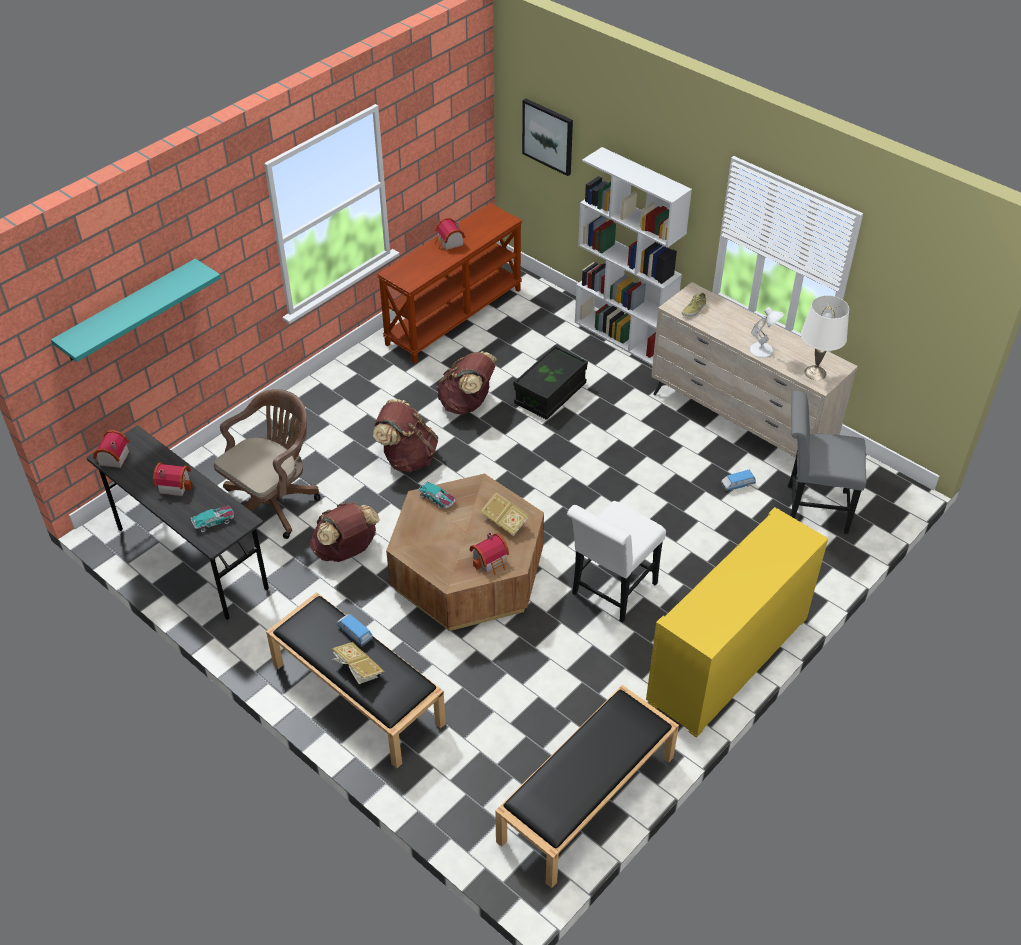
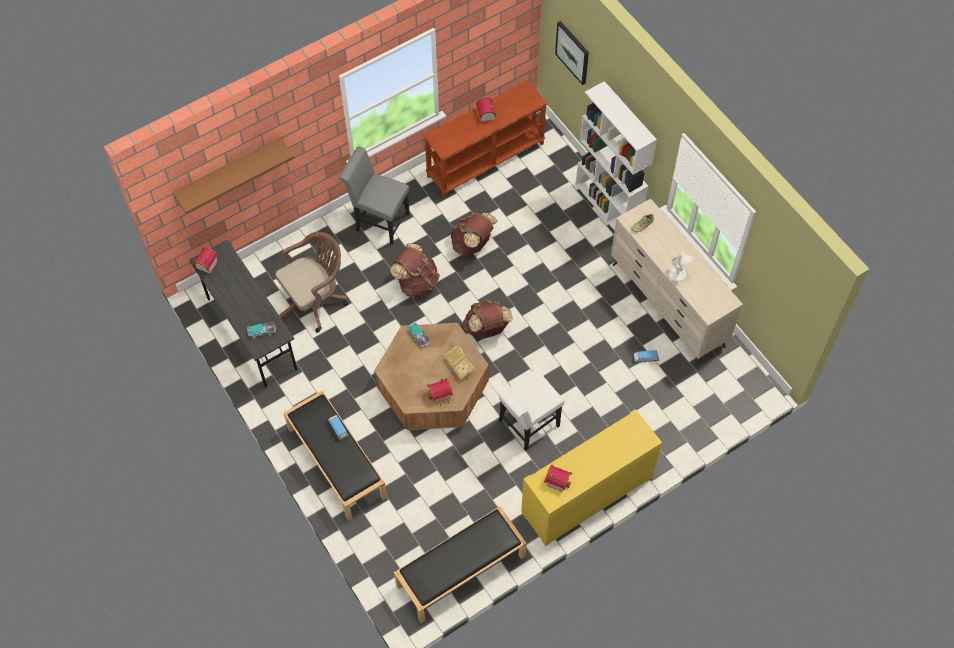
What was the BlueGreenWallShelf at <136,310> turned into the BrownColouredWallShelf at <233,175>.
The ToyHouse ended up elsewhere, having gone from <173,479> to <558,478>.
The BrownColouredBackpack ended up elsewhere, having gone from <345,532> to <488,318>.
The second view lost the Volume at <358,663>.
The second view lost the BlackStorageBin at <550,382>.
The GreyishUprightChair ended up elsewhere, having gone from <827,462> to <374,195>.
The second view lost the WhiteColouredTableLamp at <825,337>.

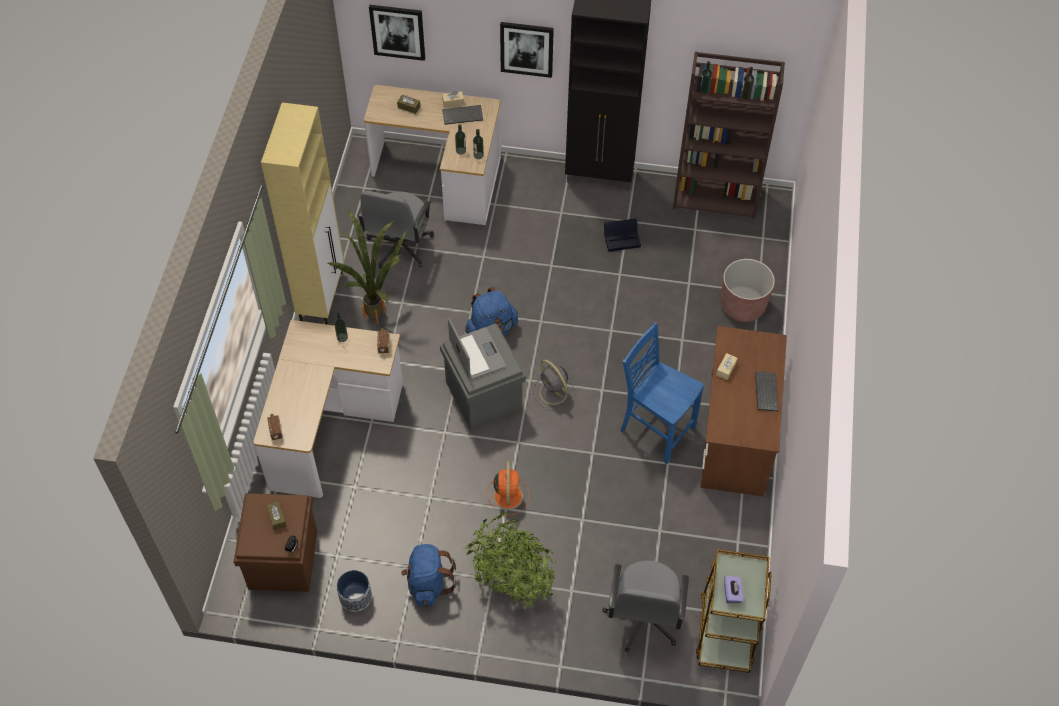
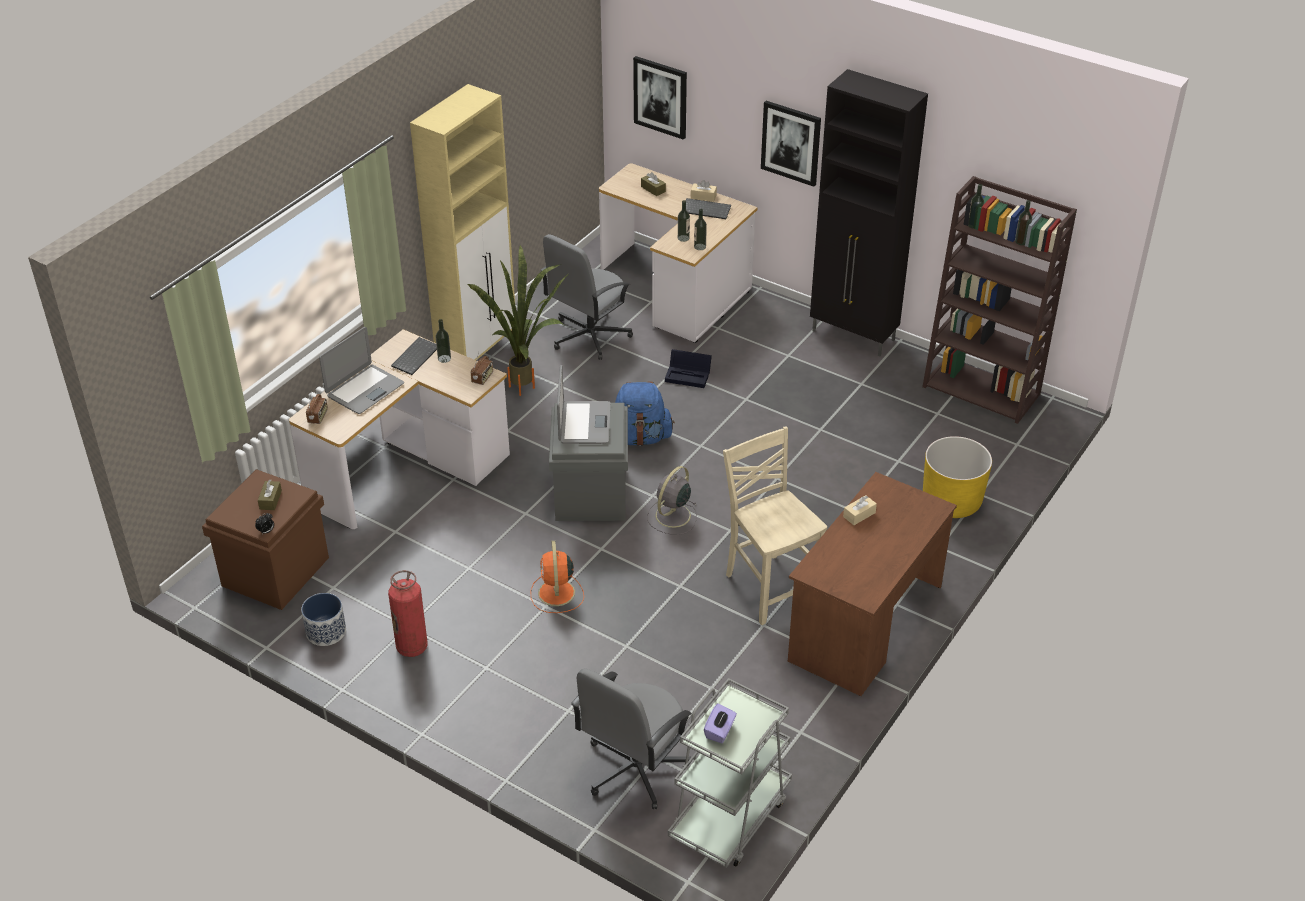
Where the BluishBackpack stood at <428,575>, the Extinguisher came to stand at <408,613>.
The second view lost the Houseplant at <510,561>.
The OrangeyCoolingFan at <508,489> ended up facing another way, 150 degrees clockwise from before.
The GreyishCoolingFan at <554,385> ended up facing another way, 45 degrees clockwise from before.
The BlackStorageBin ended up elsewhere, having gone from <622,235> to <688,368>.
What was the BluishUprightChair at <662,393> turned into the SandColouredUprightChair at <775,525>.
What was the BrownColouredCart at <733,611> turned into the GreyishCart at <730,773>.
What was the BrownColouredFlowerPot at <748,290> turned into the YellowColouredFlowerPot at <957,477>.
The Keyboard ended up elsewhere, having gone from <767,391> to <414,356>.
The second view gained the Laptop at <361,370>.

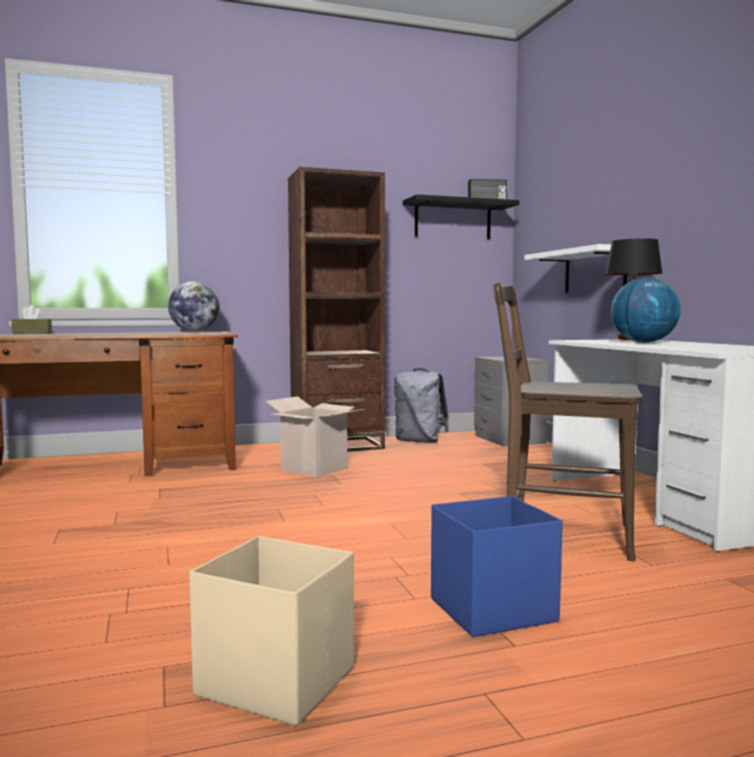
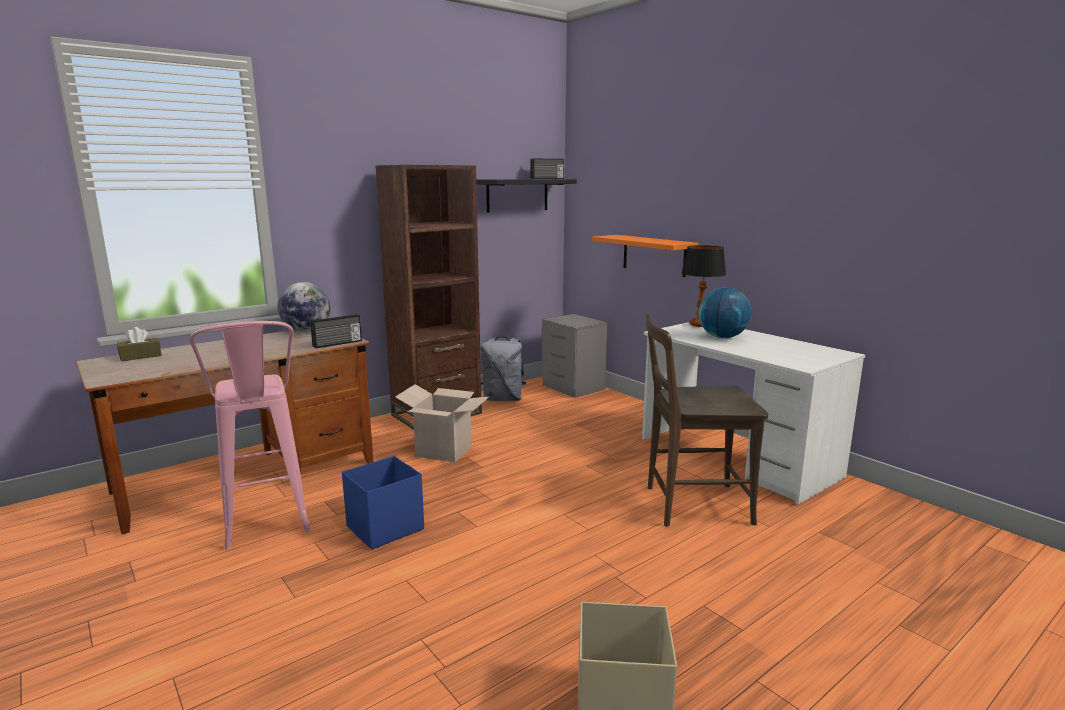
The BluishStorageBin ended up elsewhere, having gone from <497,566> to <383,503>.
What was the WhiteColouredWallShelf at <575,268> turned into the OrangeyWallShelf at <645,256>.
The second view gained the PinkStoolSeat at <250,435>.
The second view gained the Radio at <336,331>.

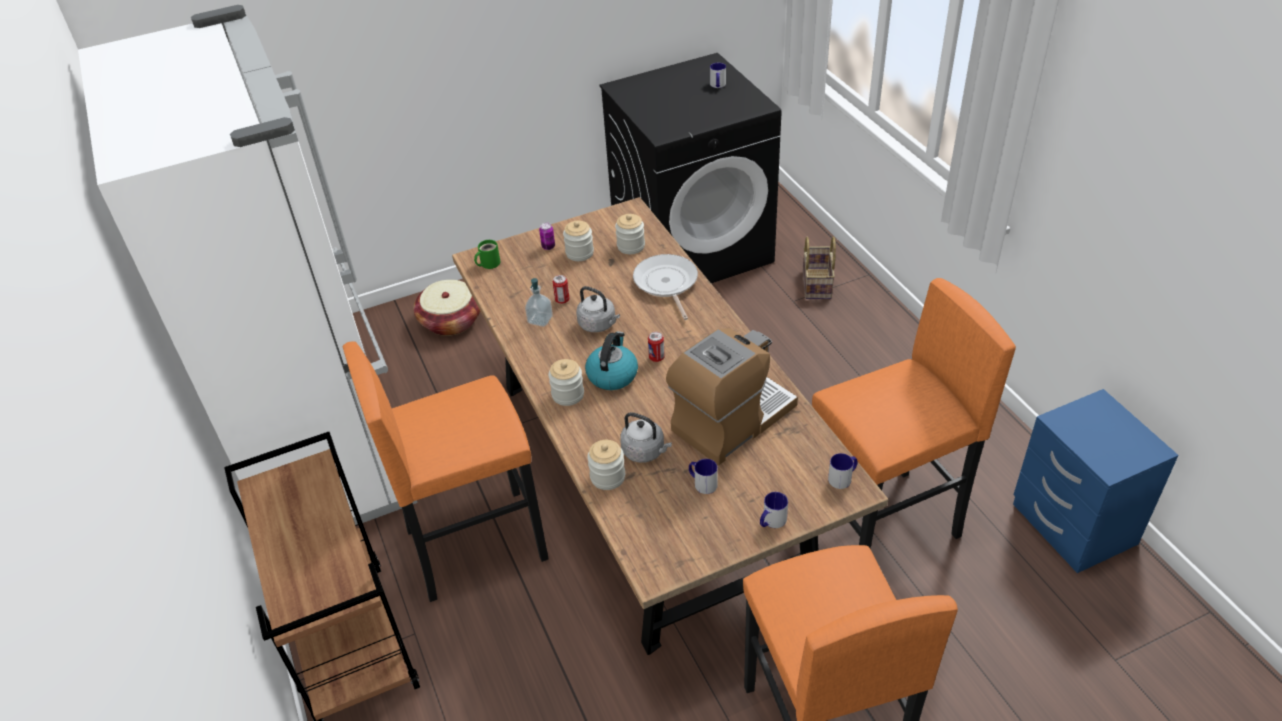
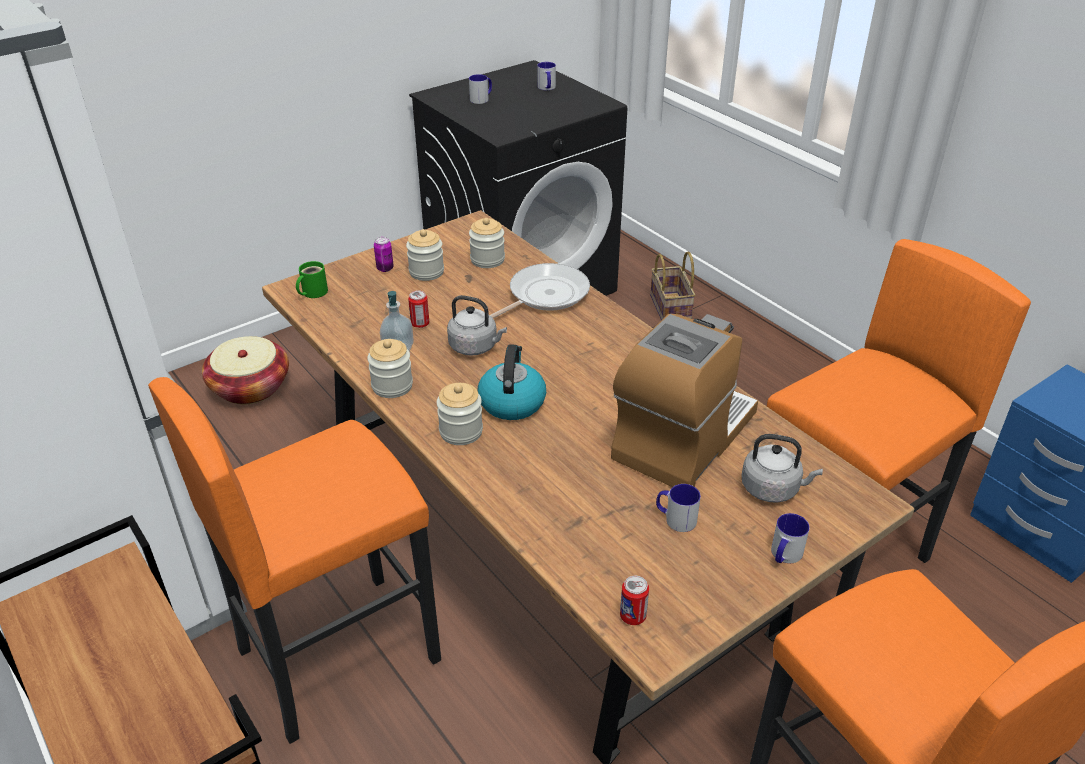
The Jar ended up elsewhere, having gone from <606,465> to <390,368>.
The GreyishTeaKettle ended up elsewhere, having gone from <646,437> to <782,468>.
The FryingPan at <665,287> ended up facing another way, 75 degrees clockwise from before.
The Can ended up elsewhere, having gone from <656,347> to <634,600>.
The CoffeeMug ended up elsewhere, having gone from <842,471> to <480,89>.

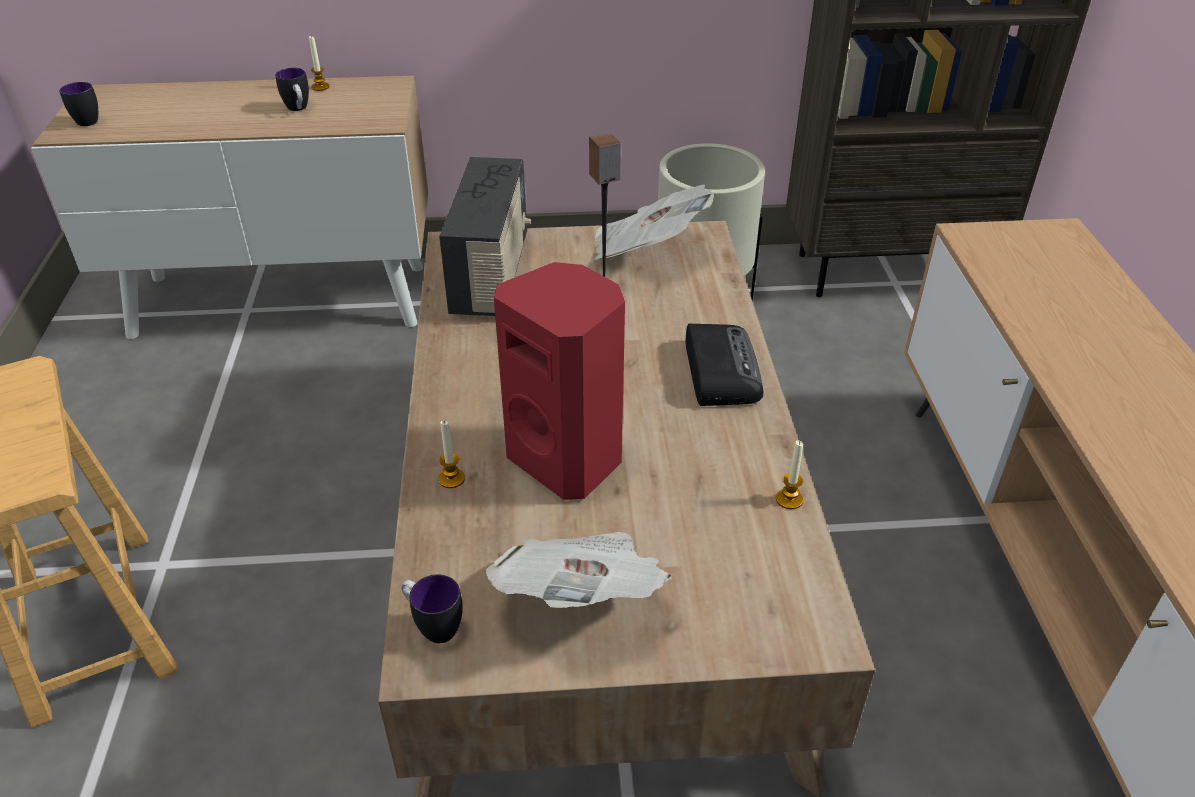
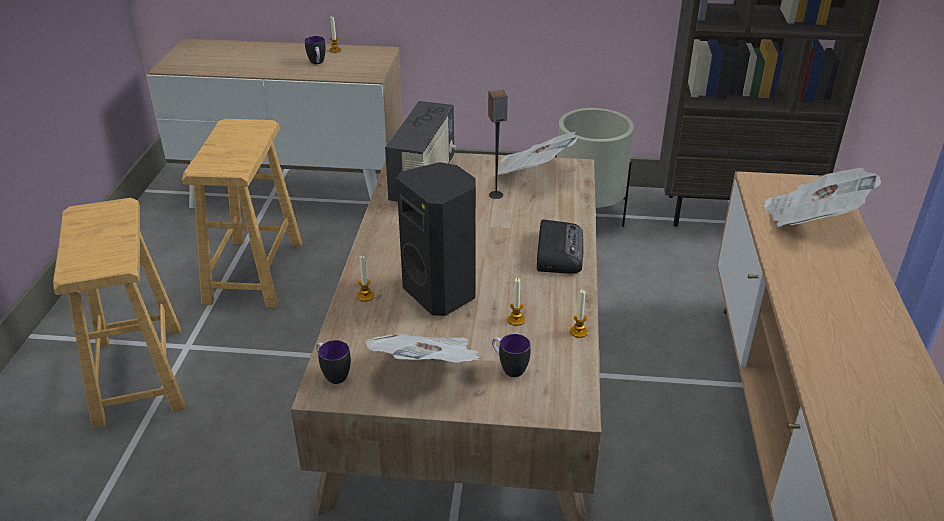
The CoffeeMug ended up elsewhere, having gone from <78,104> to <511,355>.
What was the ReddishSpeaker at <559,381> turned into the BlackSpeaker at <436,239>.
The second view gained the BrownColouredStoolSeat at <242,213>.
The second view gained the Candle at <516,302>.
The second view gained the PrintedPaper at <822,197>.

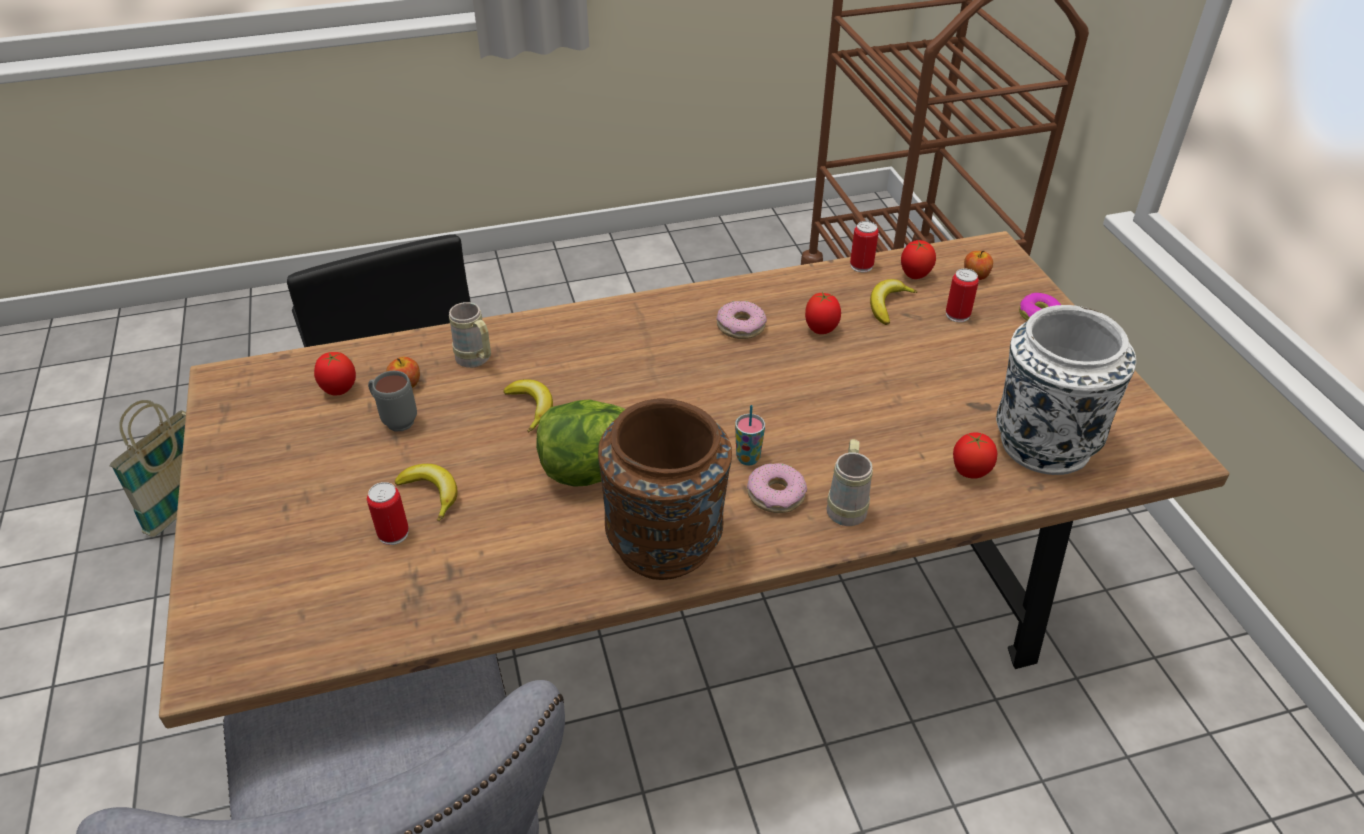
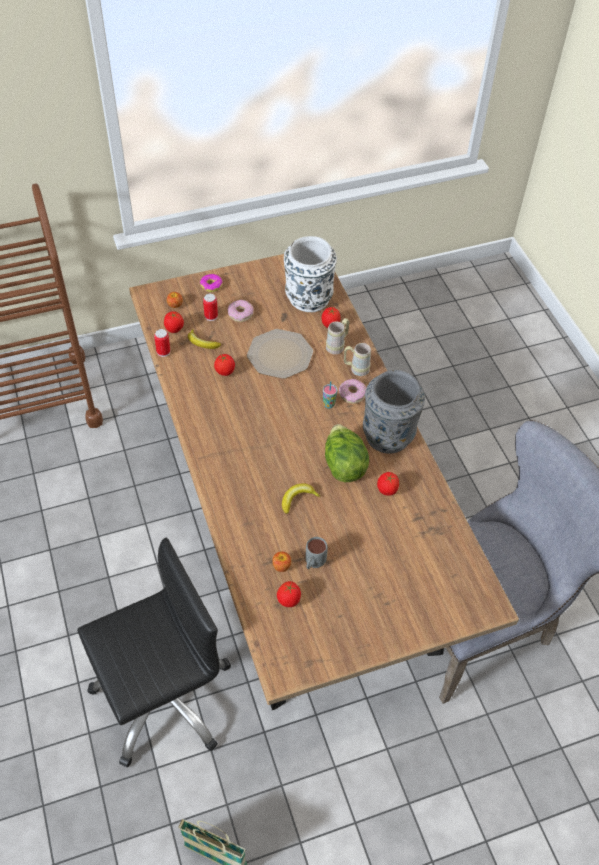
The second view lost the Can at <388,513>.
The second view lost the BananaFruit at <426,492>.
The SandColouredCoffeeMug ended up elsewhere, having gone from <470,335> to <338,336>.
What was the BrownColouredDecorativeVase at <665,489> turned into the GreyishDecorativeVase at <394,412>.
The Donut ended up elsewhere, having gone from <741,320> to <240,311>.
The second view gained the DinnerPlate at <280,354>.
The second view gained the WholeTomato at <388,484>.

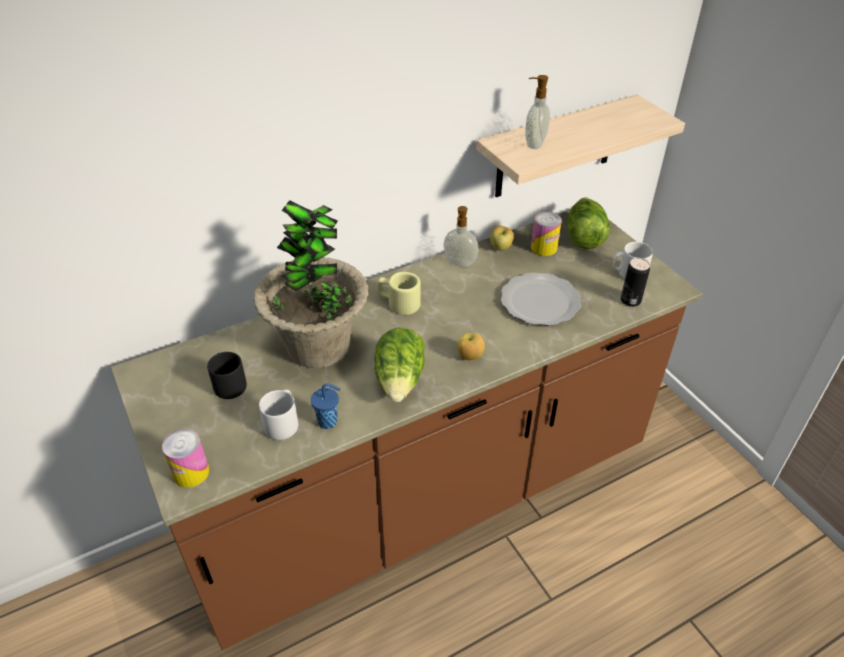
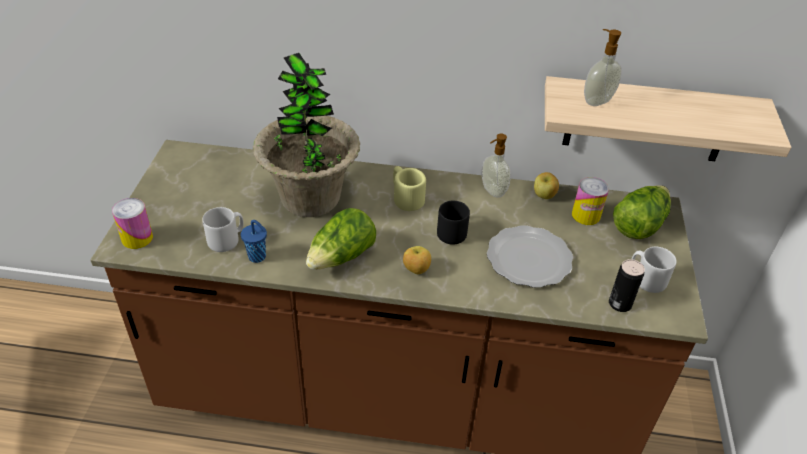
The BlackCoffeeMug ended up elsewhere, having gone from <227,375> to <453,223>.

